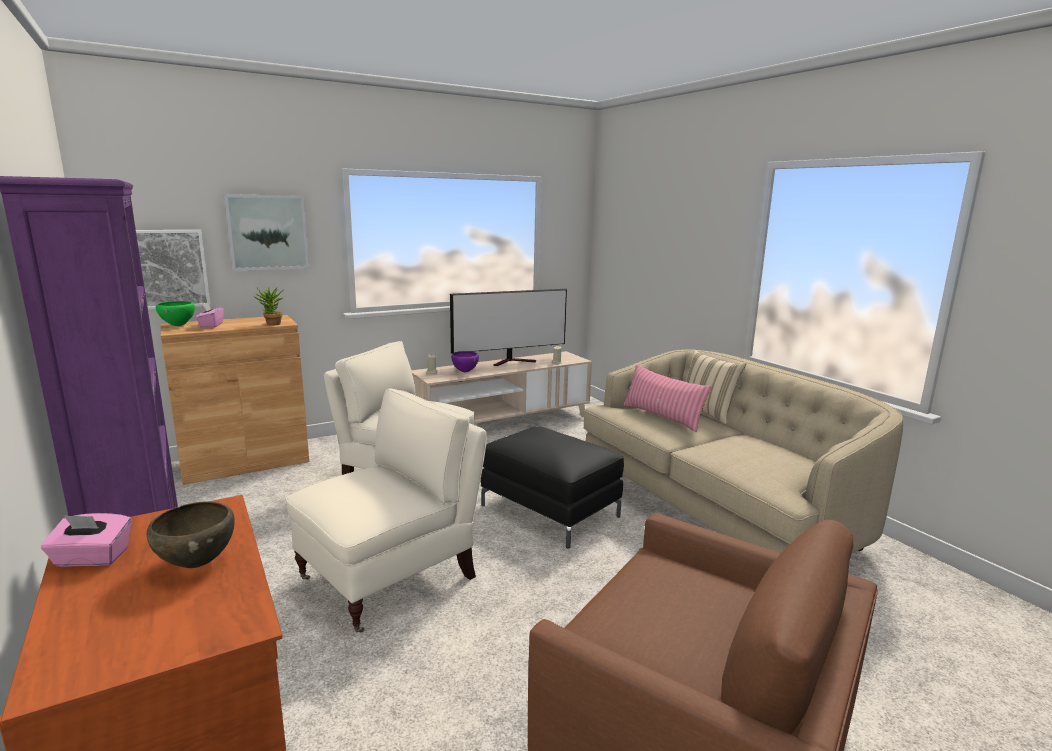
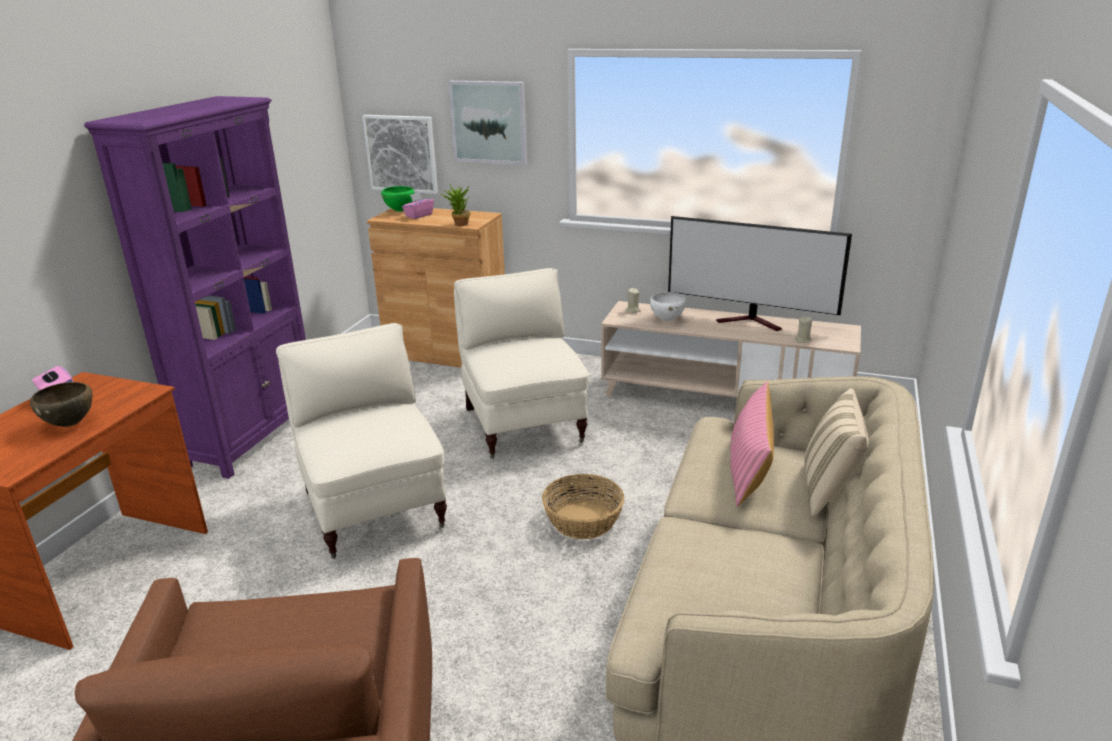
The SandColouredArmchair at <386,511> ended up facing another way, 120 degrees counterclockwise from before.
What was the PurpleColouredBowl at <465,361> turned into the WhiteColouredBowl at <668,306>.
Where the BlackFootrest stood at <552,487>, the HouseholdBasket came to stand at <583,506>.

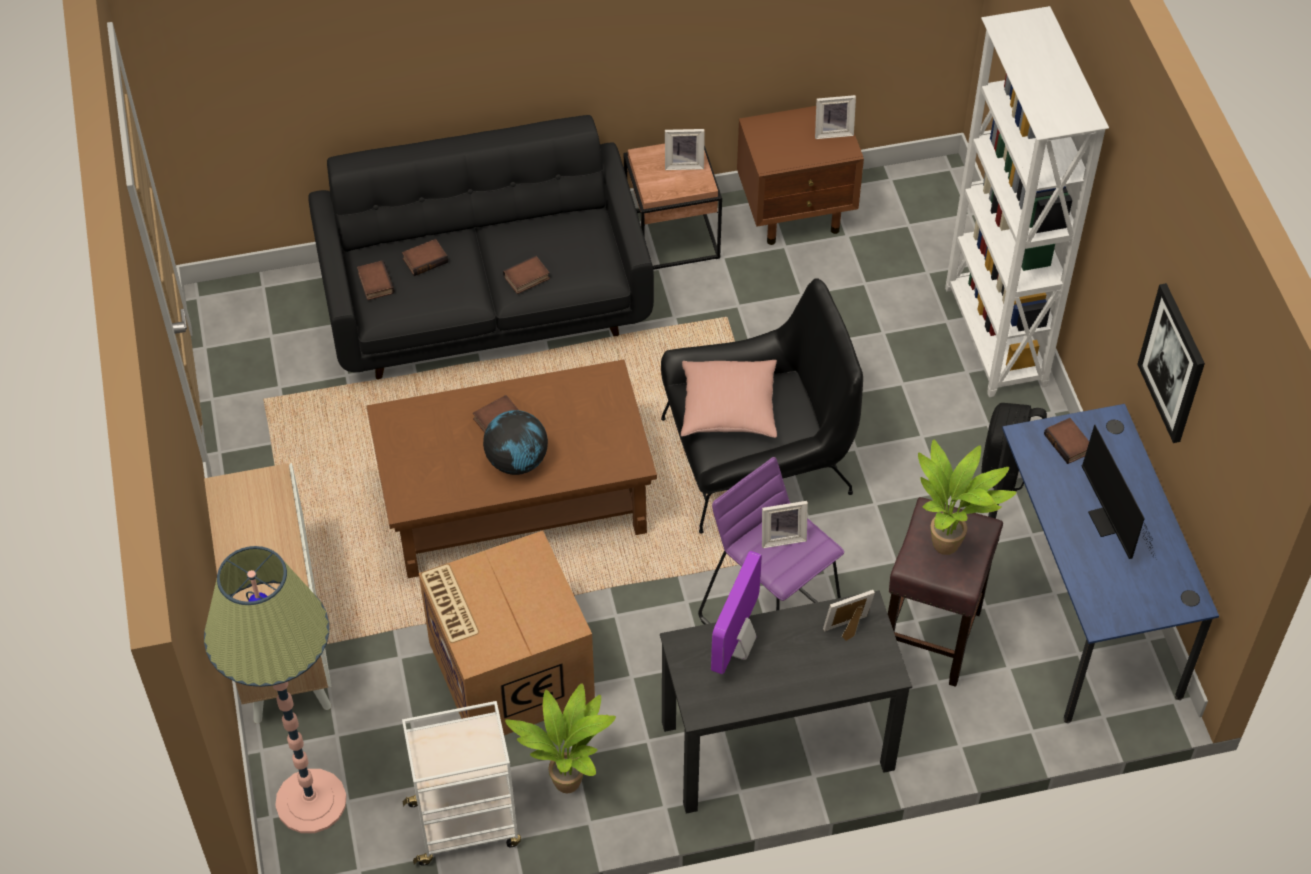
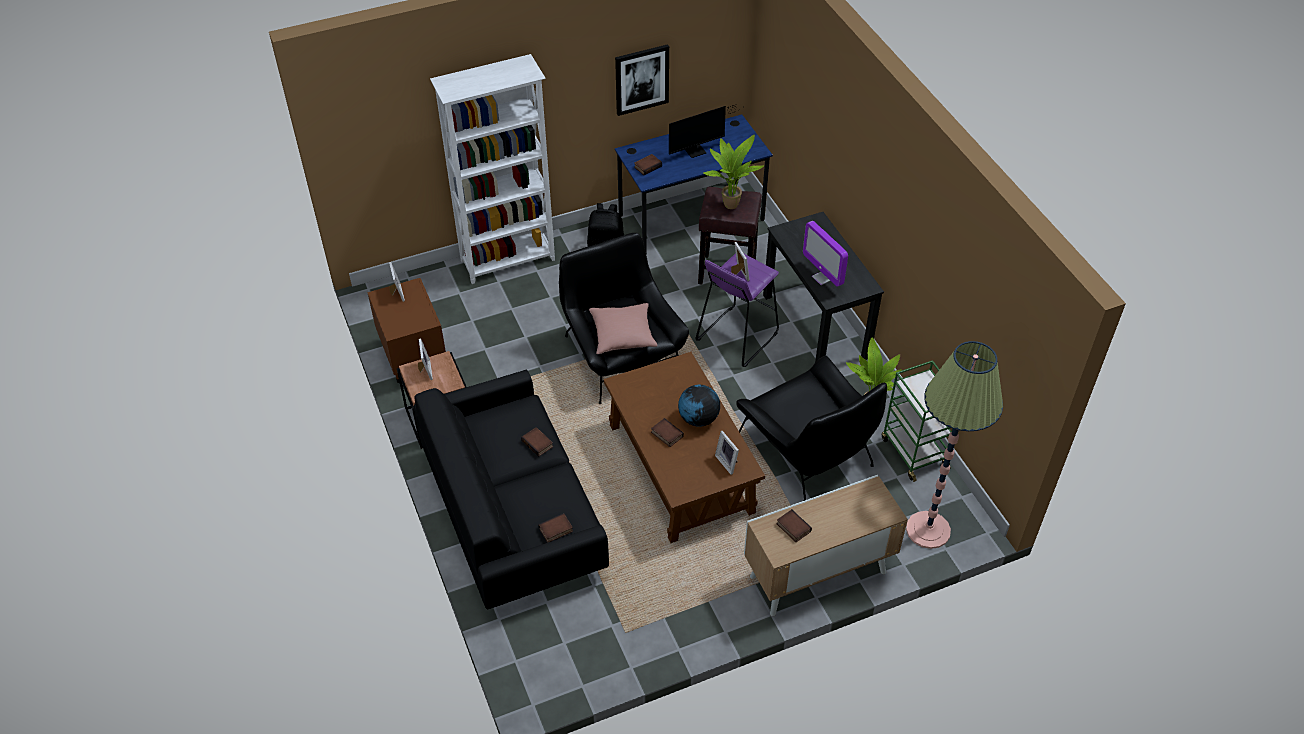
The Volume ended up elsewhere, having gone from <425,257> to <794,525>.
What was the WhiteColouredCart at <461,783> turned into the GreenCart at <917,421>.
Where the CardboardBox stood at <507,633>, the BlackArmchair came to stand at <811,428>.
The ComputerDisplay at <736,612> ended up facing another way, 45 degrees clockwise from before.
The PhotoFrame ended up elsewhere, having gone from <849,615> to <727,453>.

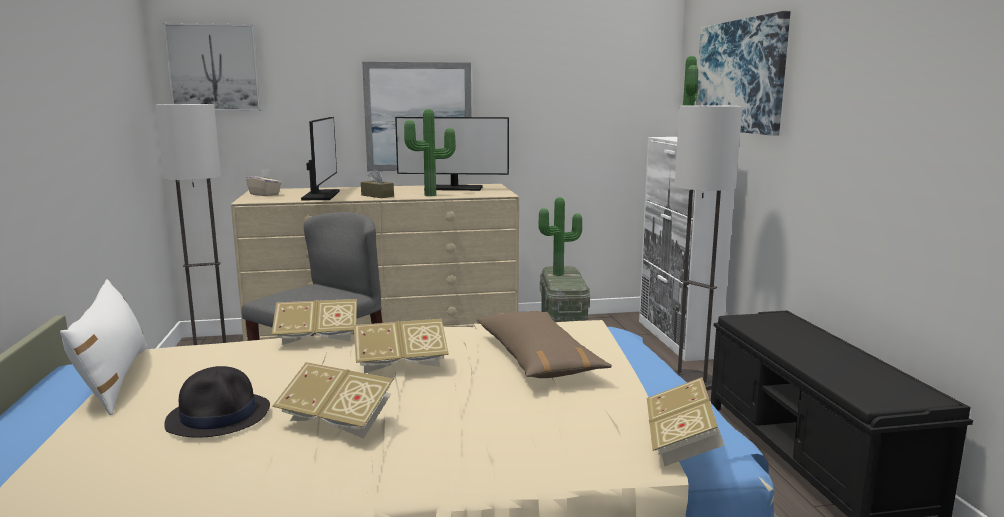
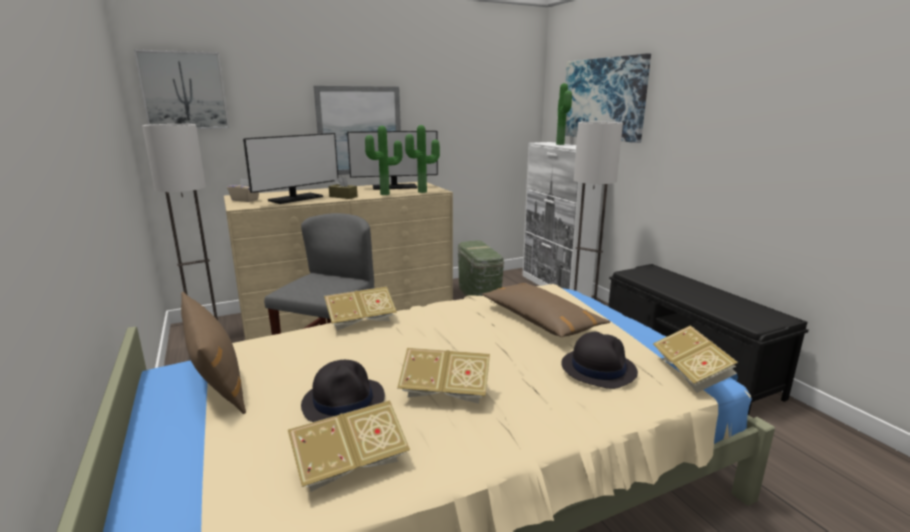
What was the WhiteColouredCushion at <104,347> turned into the BrownColouredCushion at <213,353>.
The ComputerDisplay at <320,158> ended up facing another way, 60 degrees clockwise from before.
The Volume ended up elsewhere, having gone from <401,346> to <349,446>.
The Houseplant ended up elsewhere, having gone from <560,236> to <422,159>.
The second view gained the BlackWearableHat at <599,360>.

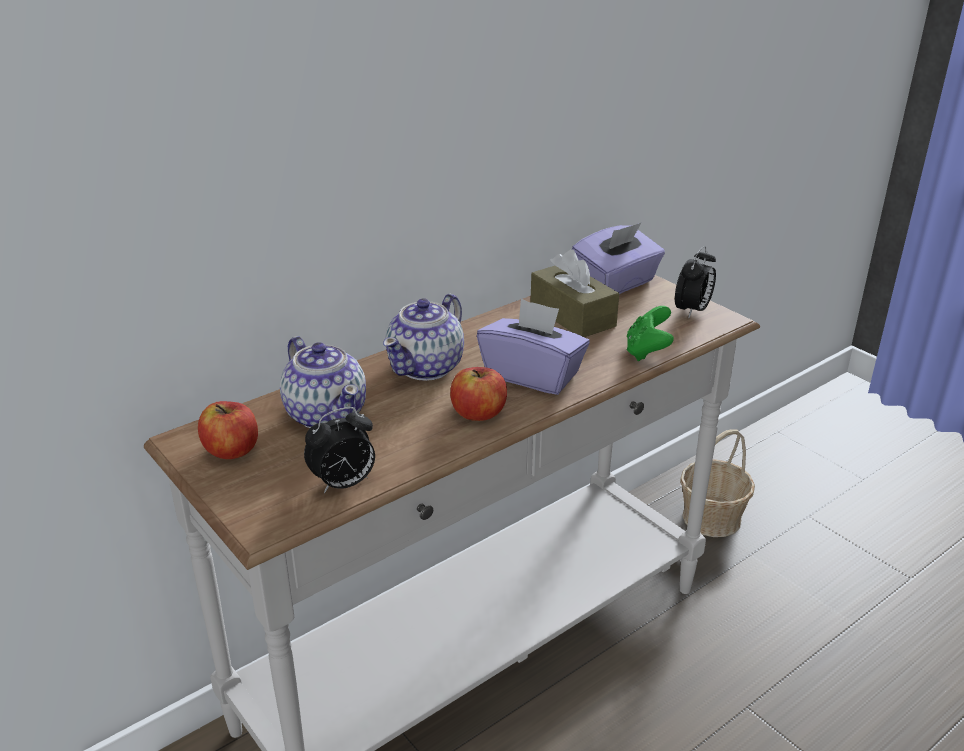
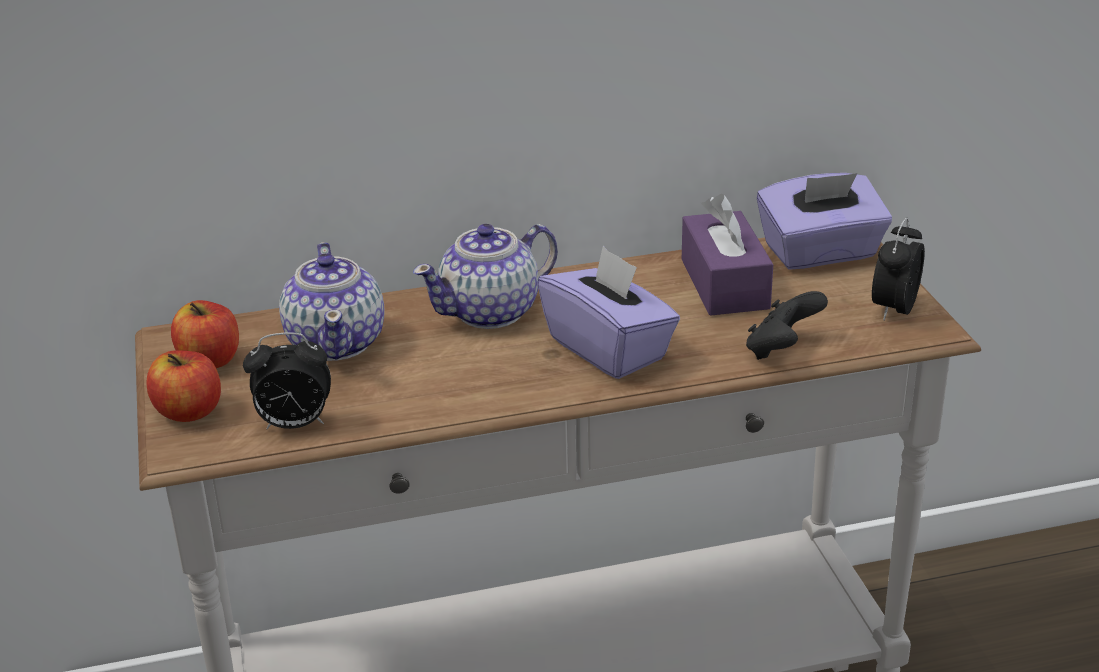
The AppleFruit ended up elsewhere, having gone from <478,394> to <183,386>.
What was the BrownColouredBoxOfTissues at <575,293> turned into the PurpleColouredBoxOfTissues at <727,255>.
What was the GreenGameController at <650,333> turned into the BlackGameController at <787,325>.
The AlarmClock at <695,282> ended up facing another way, 150 degrees clockwise from before.
The second view lost the HouseholdBasket at <717,483>.

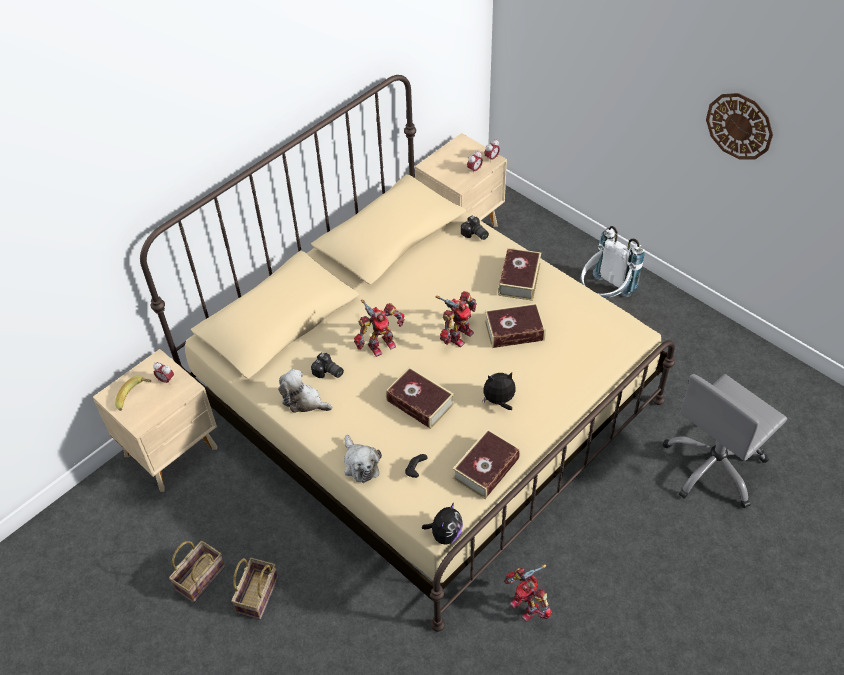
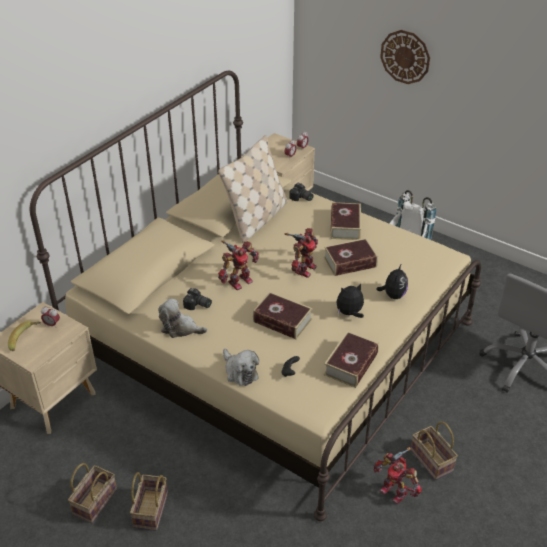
The PlushToy ended up elsewhere, having gone from <442,524> to <392,282>.
The ClockOnTheWall ended up elsewhere, having gone from <739,126> to <405,57>.
The second view gained the SandColouredCushion at <253,188>.
The second view gained the HouseholdBasket at <434,450>.

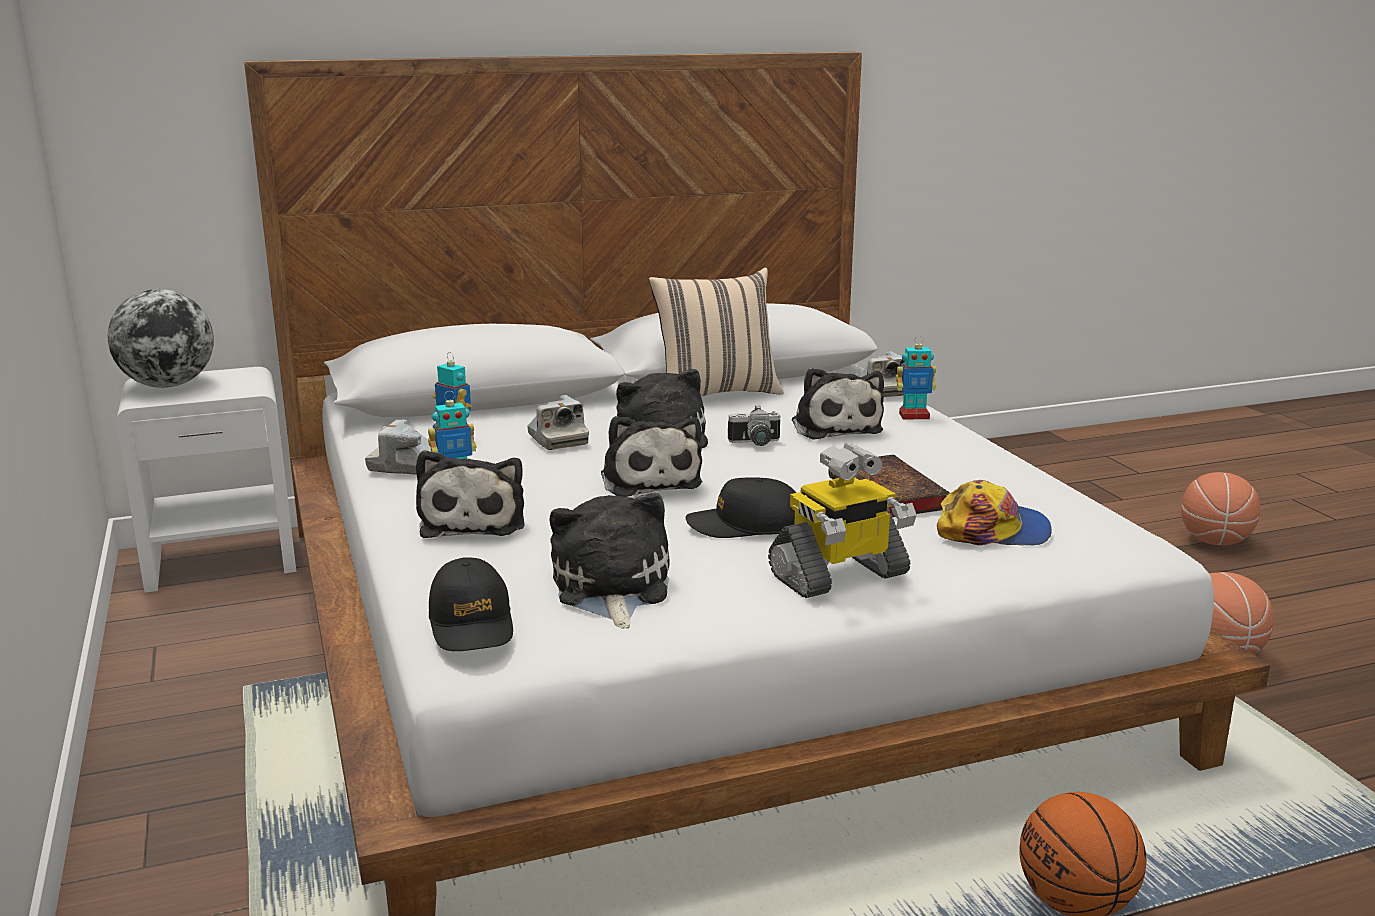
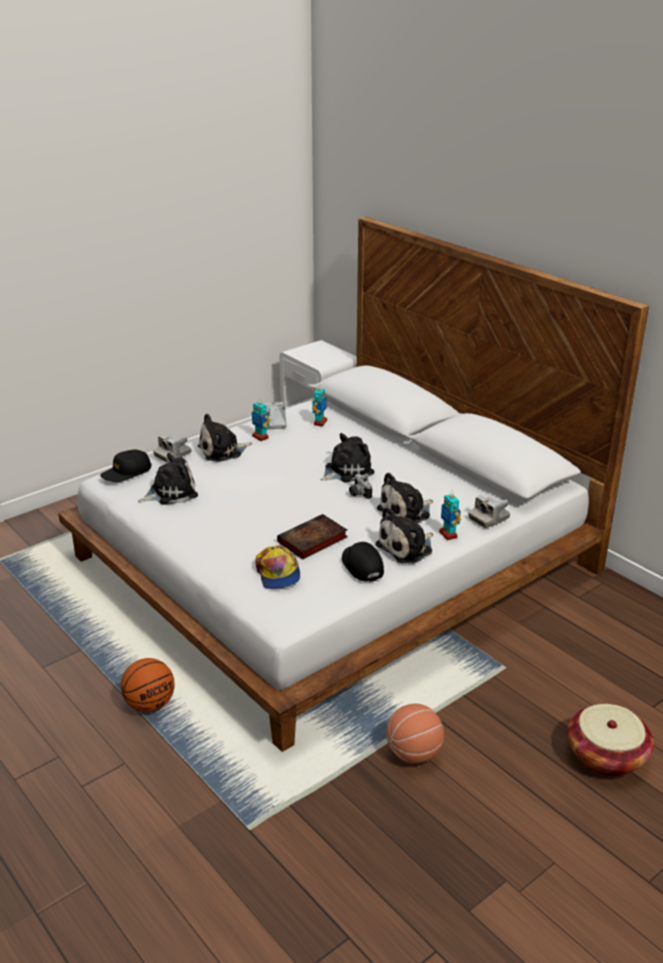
The second view lost the Globe at <161,338>.
The PhotoCamera ended up elsewhere, having gone from <558,422> to <172,449>.
The PlushToy ended up elsewhere, having gone from <652,456> to <404,535>.
The second view lost the SandColouredCushion at <716,332>.
The BlackBaseballCap ended up elsewhere, having gone from <741,507> to <363,562>.
The second view lost the RobotFigure at <842,520>.
Where the Basketball stood at <1220,509>, the HouseholdBasket came to stand at <610,740>.

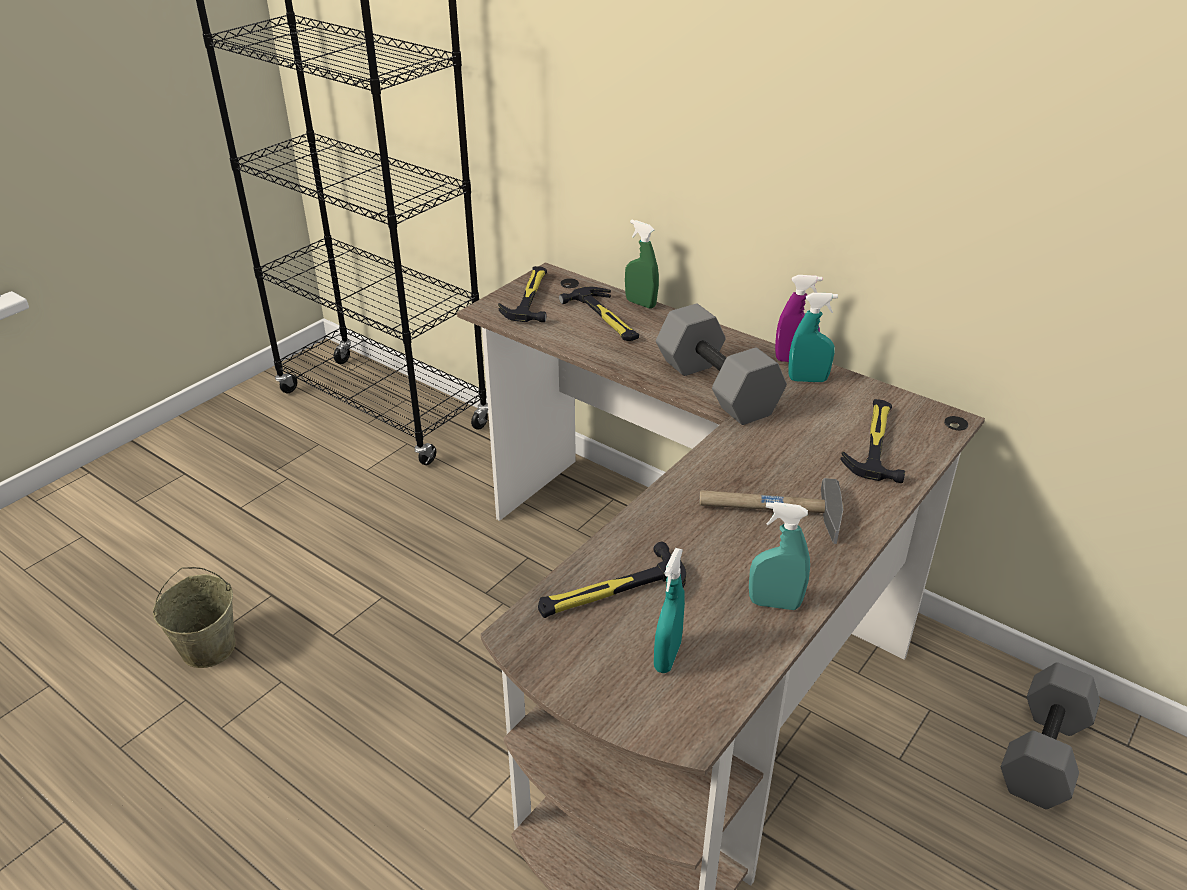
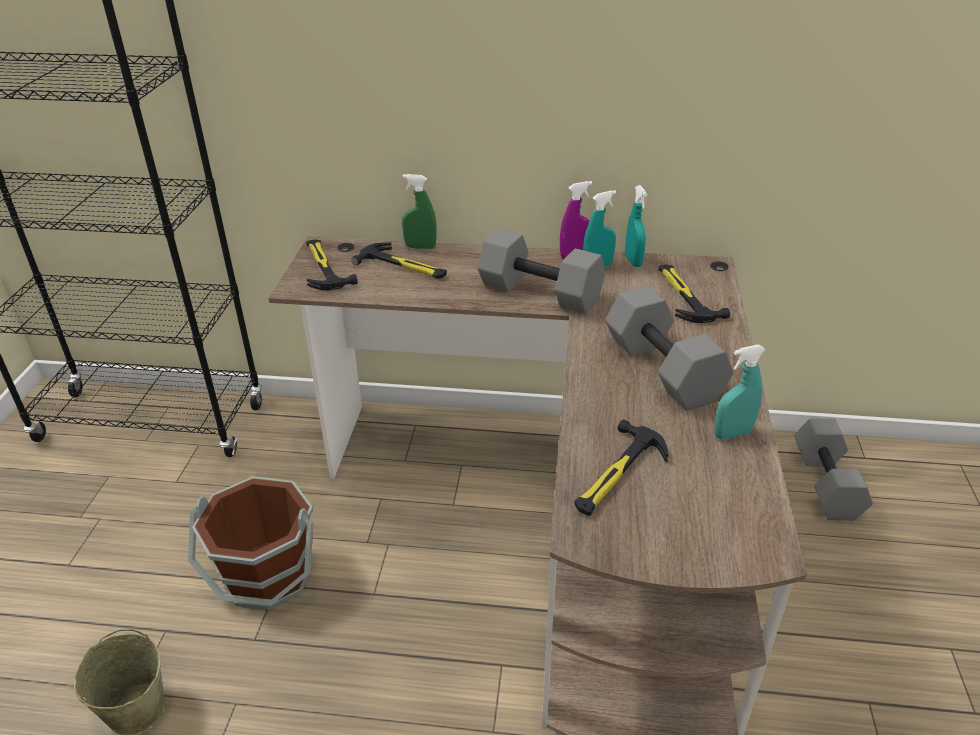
The BlueGreenSprayer ended up elsewhere, having gone from <669,610> to <636,226>.
Where the ToolHammer stood at <771,511>, the GreyishFreeWeight came to stand at <669,348>.
The second view gained the BrownColouredBucket at <250,543>.

